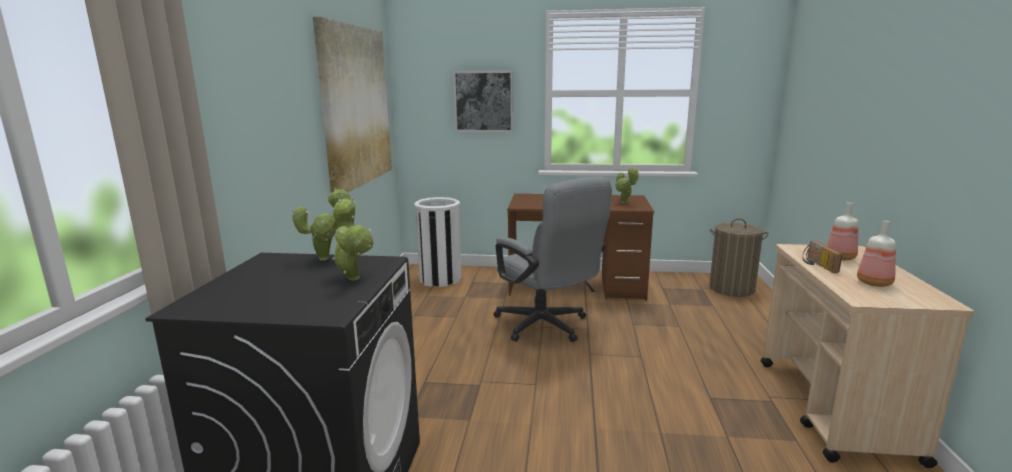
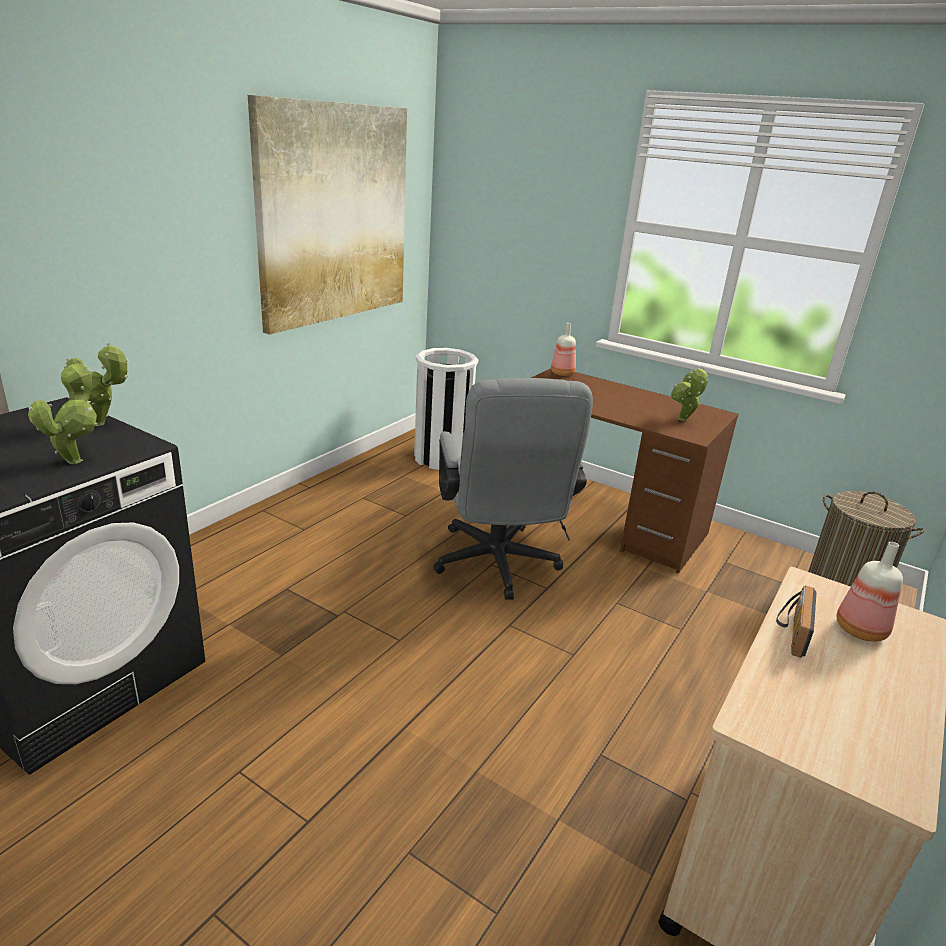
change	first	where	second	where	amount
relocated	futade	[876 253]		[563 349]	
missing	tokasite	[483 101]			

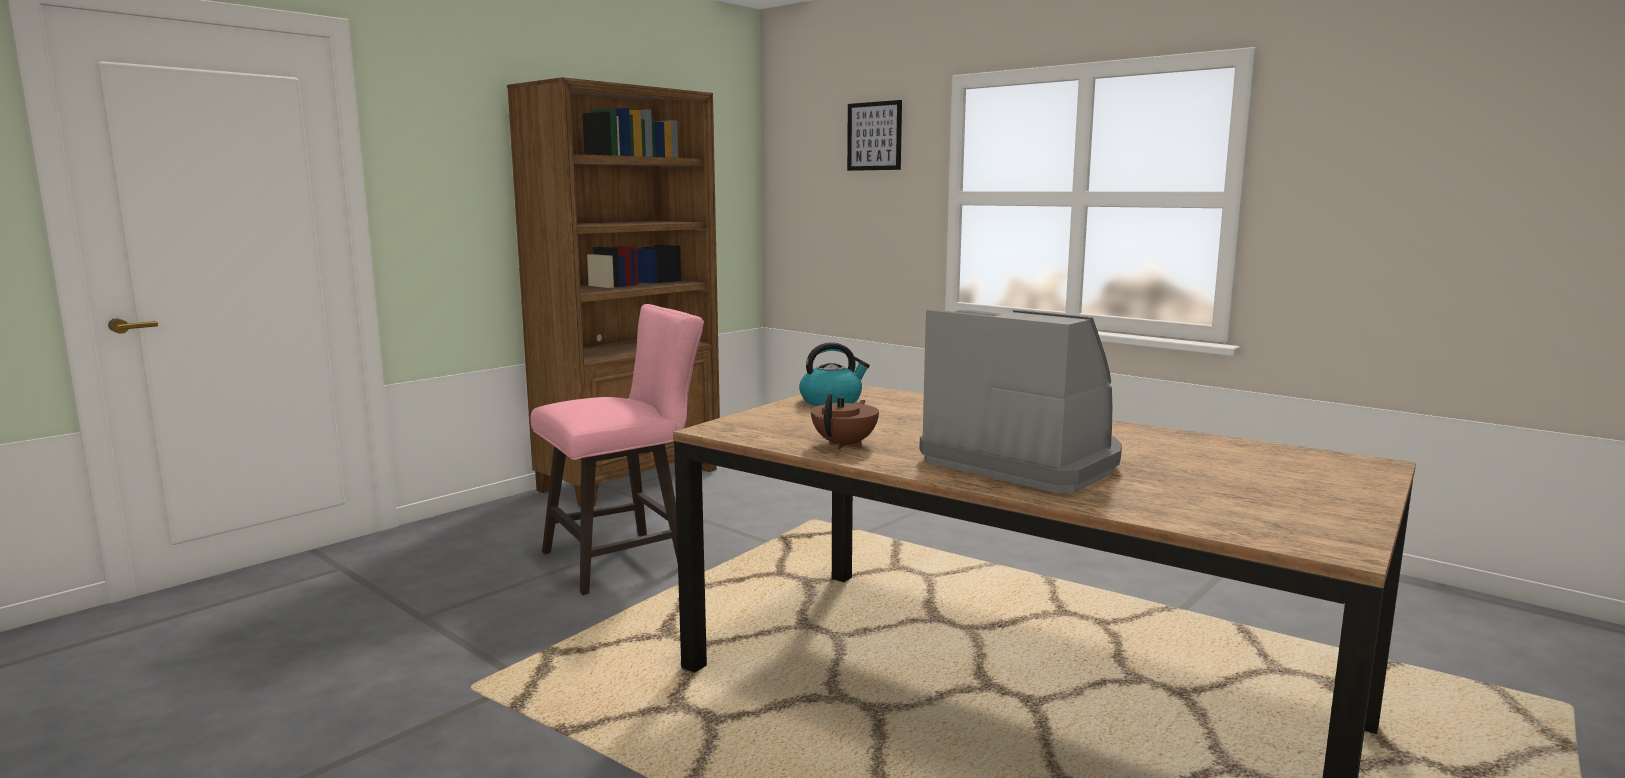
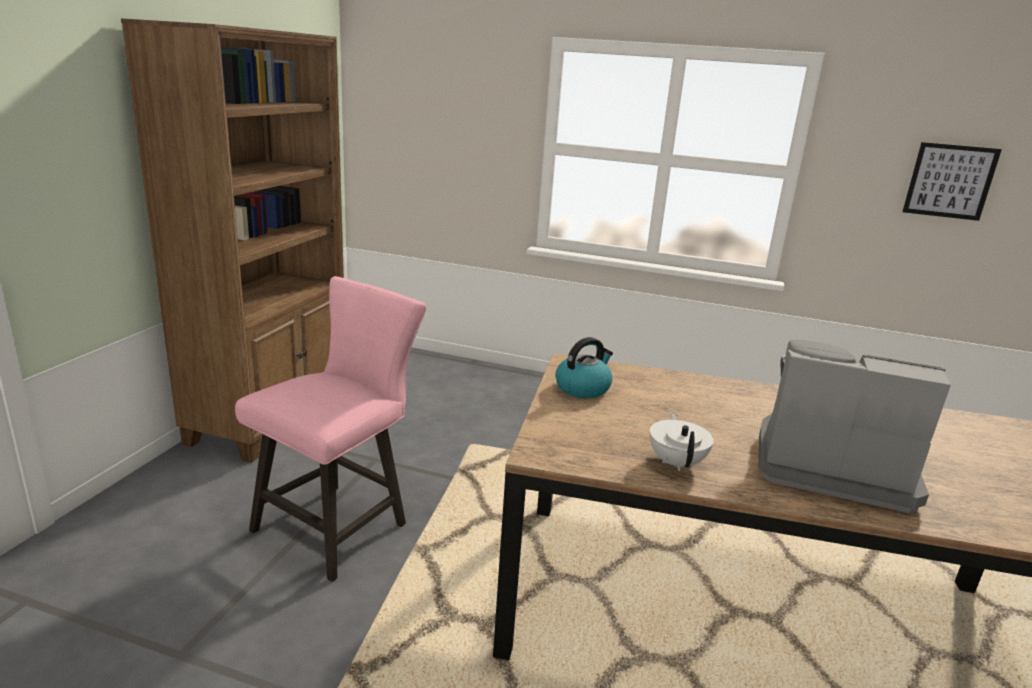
change	first	where	second	where	amount
colour	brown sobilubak	[845 421]	white sobilubak	[682 441]	
relocated	tokasite	[874 135]		[952 181]	

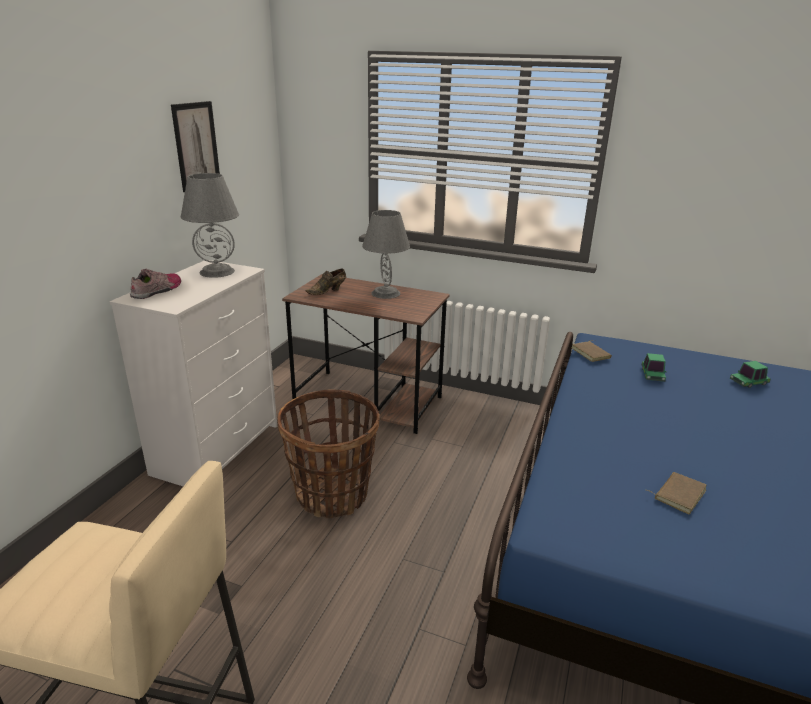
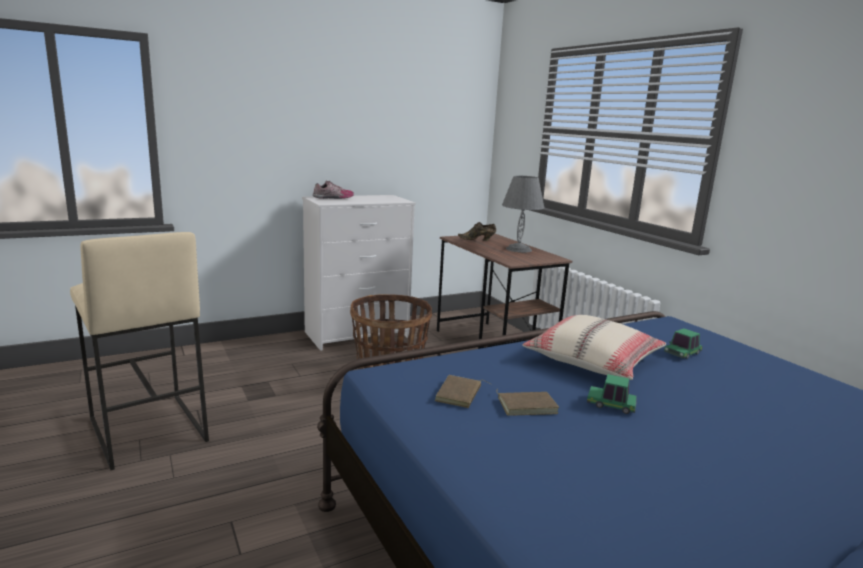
change	first	where	second	where	amount
relocated	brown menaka	[591 351]		[463 391]	
appeared			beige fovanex	[594 347]	
relocated	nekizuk	[750 374]		[612 394]	
missing	tokasite	[195 146]			
missing	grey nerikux	[210 225]			

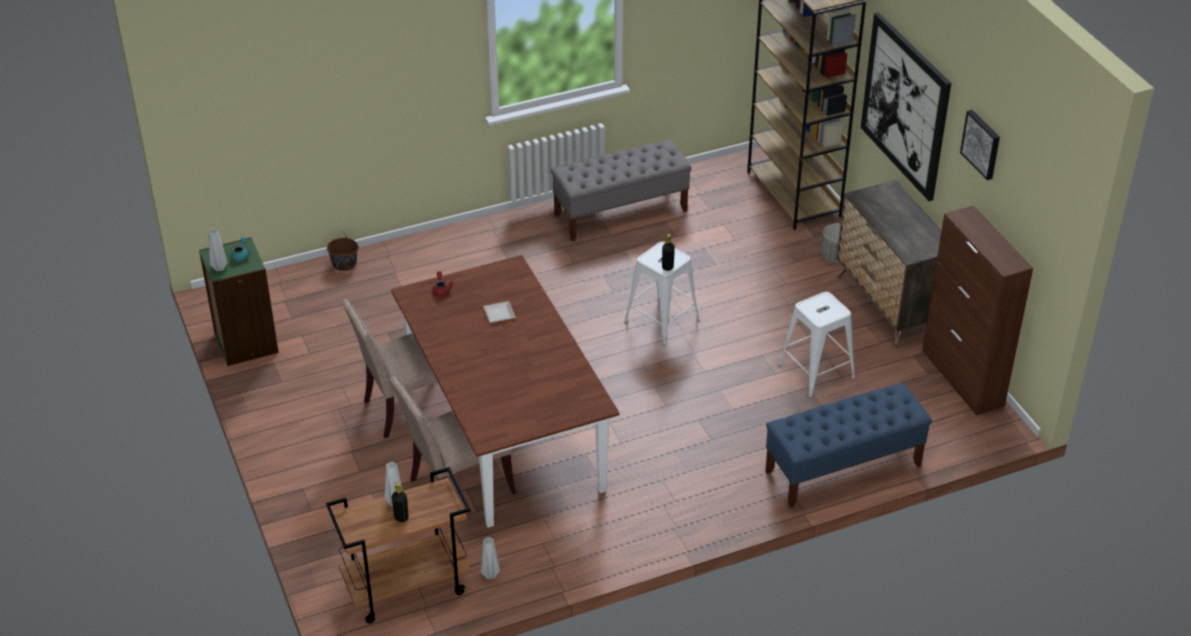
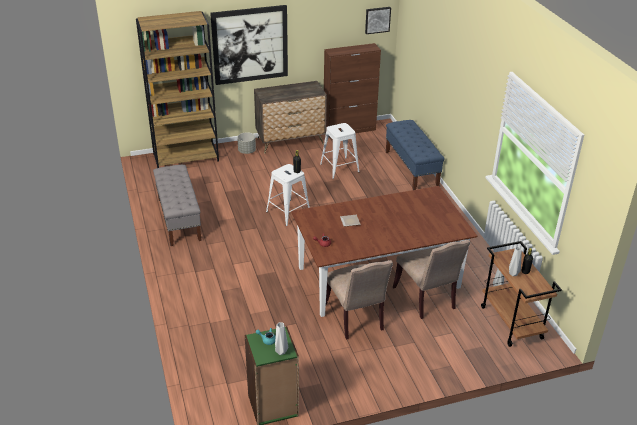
change	first	where	second	where	amount
relocated	tokasite	[980 145]		[378 20]	
missing	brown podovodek	[342 251]			

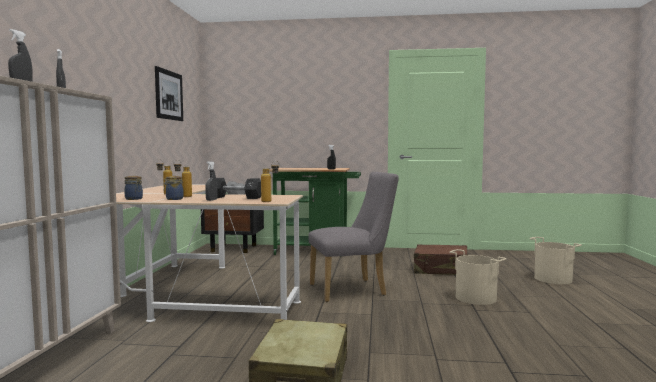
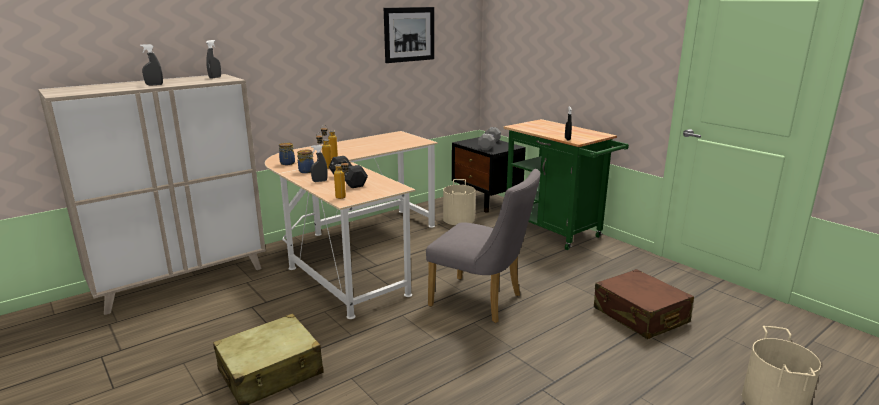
change	first	where	second	where	amount
relocated	beige podovodek	[478 277]		[459 202]	

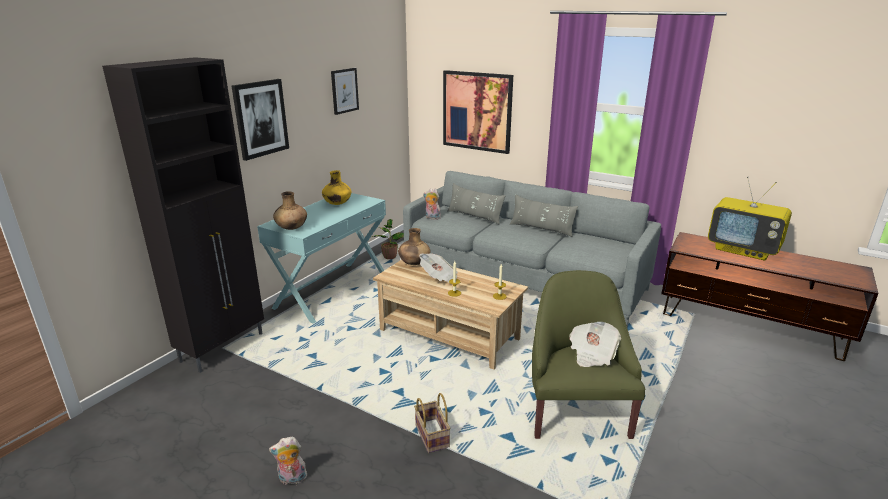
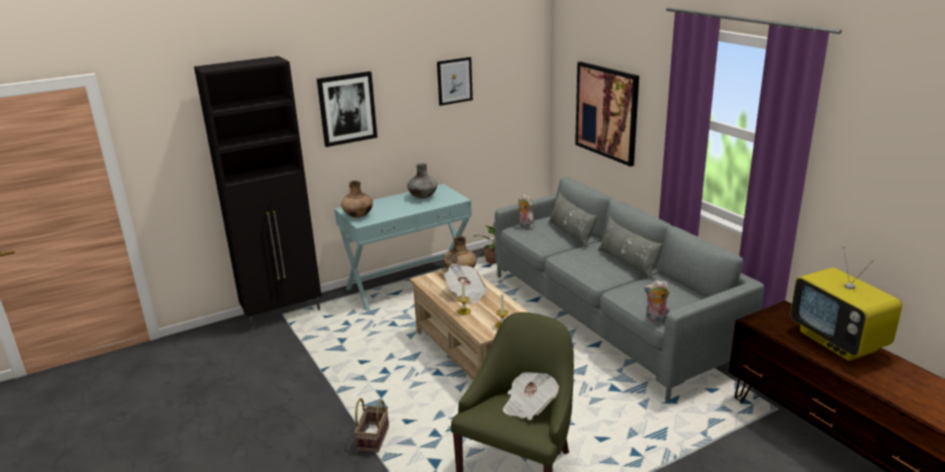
change	first	where	second	where	amount
colour	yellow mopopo	[336 187]	grey mopopo	[422 181]	
relocated	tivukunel	[288 460]		[657 302]	

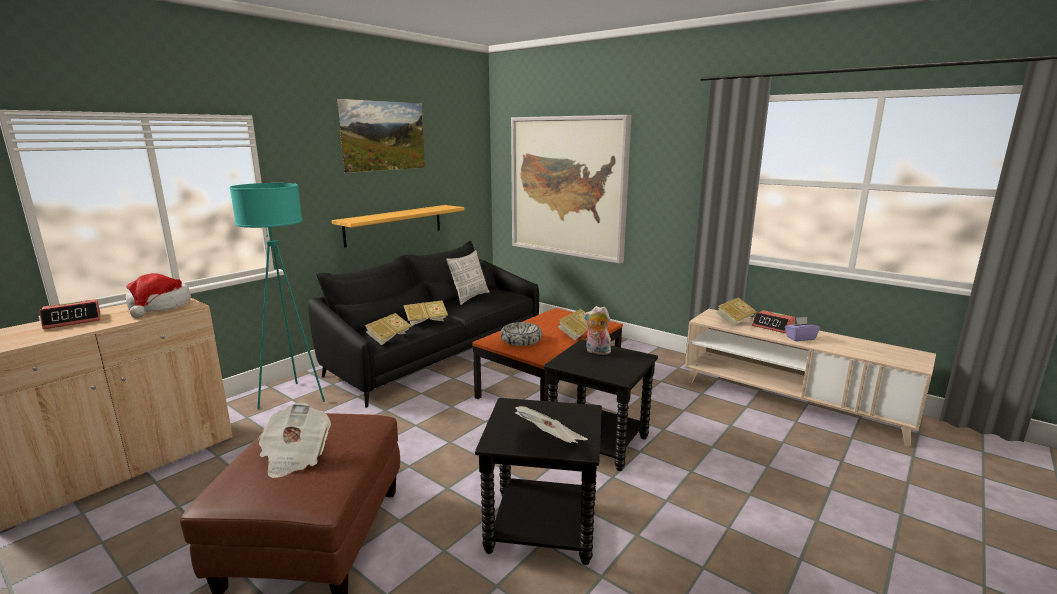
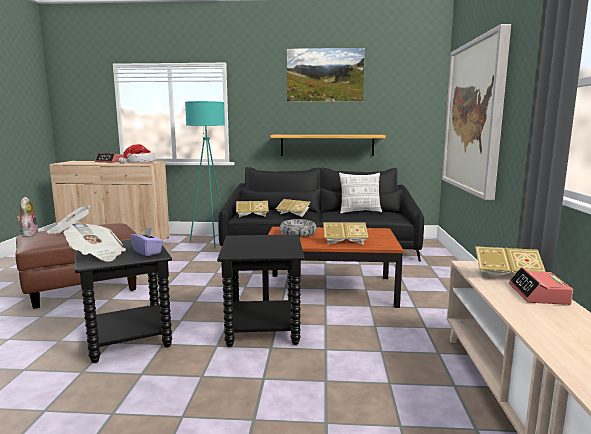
change	first	where	second	where	amount
relocated	tivukunel	[597 330]		[27 217]	
relocated	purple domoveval	[802 329]		[146 241]	

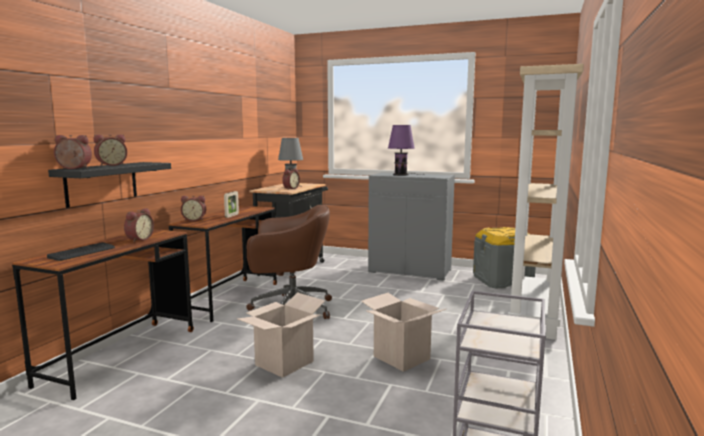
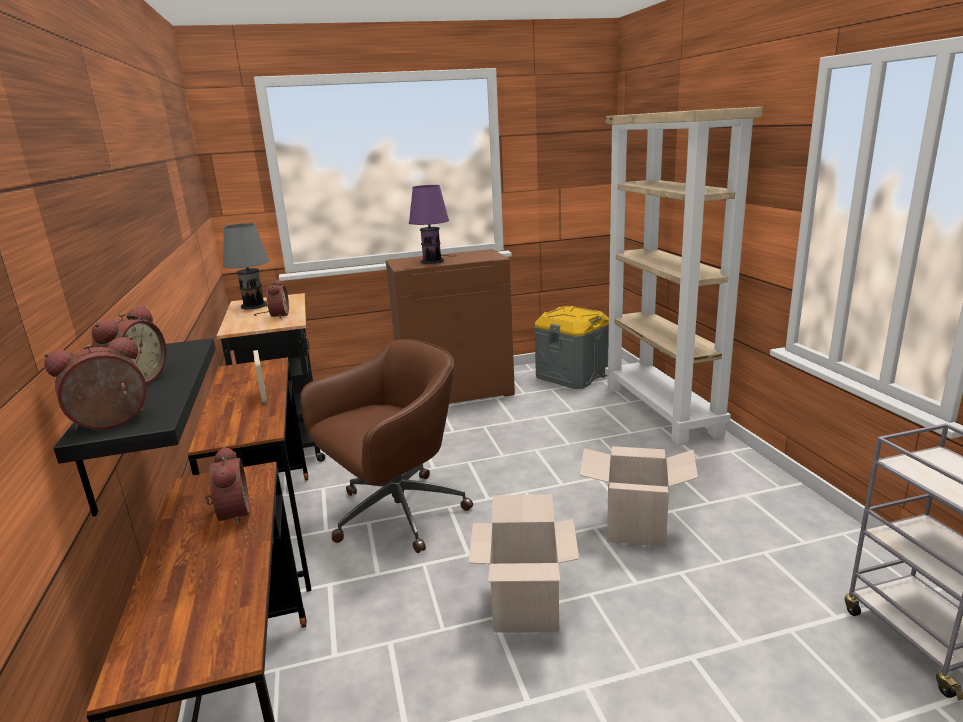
change	first	where	second	where	amount
colour	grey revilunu	[411 227]	brown revilunu	[450 326]	
missing	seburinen	[81 251]			
missing	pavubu	[193 208]			

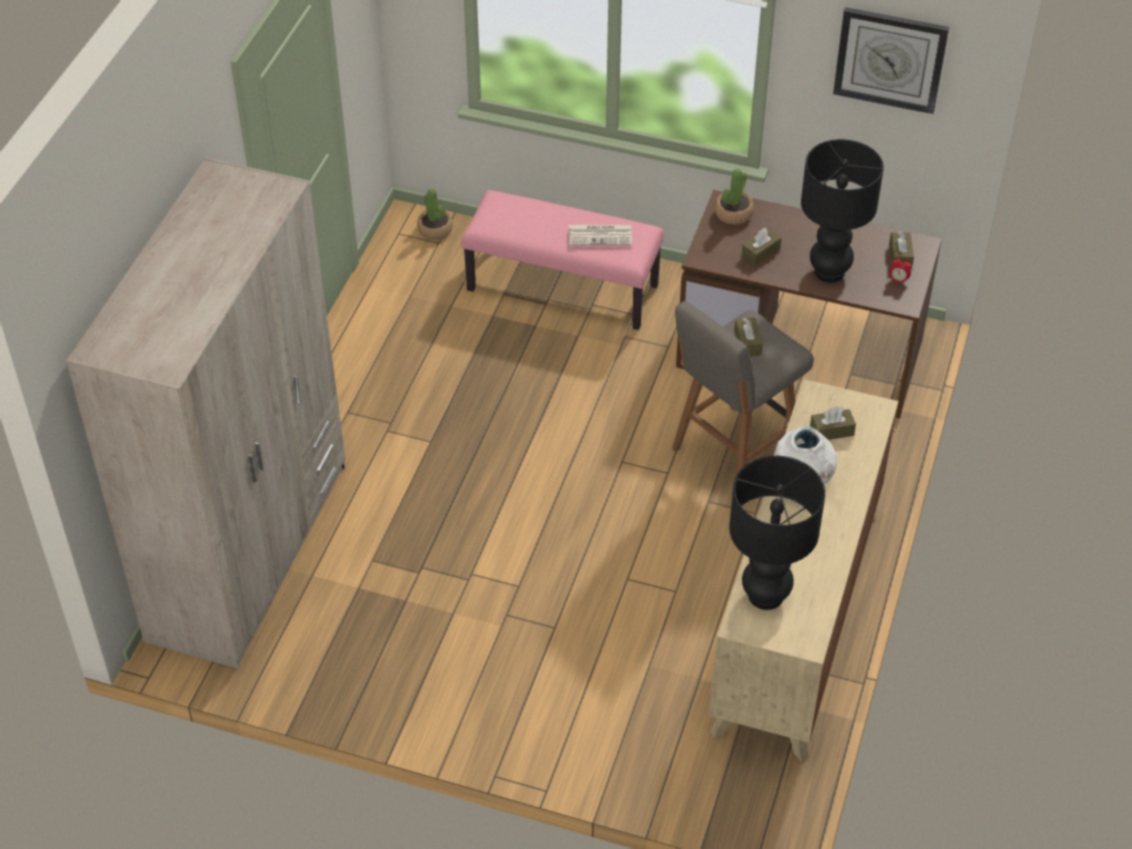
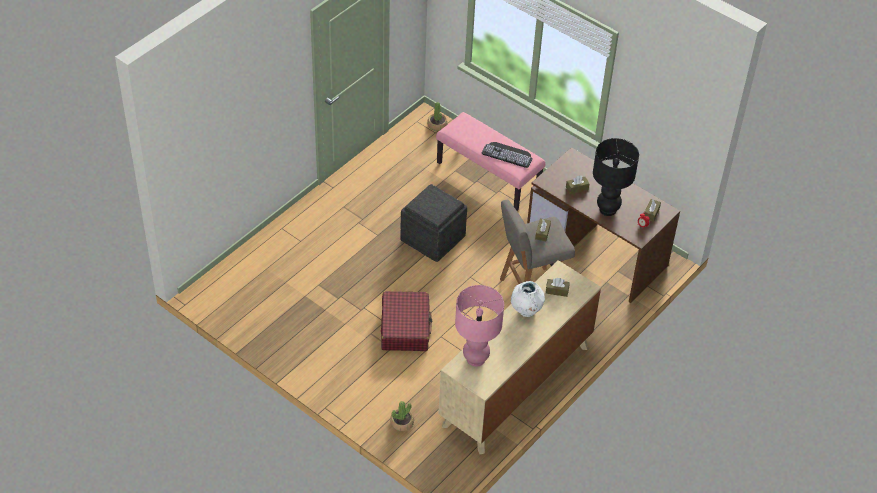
change	first	where	second	where	amount
appeared			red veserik	[406 321]	
relocated	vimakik	[734 197]		[402 416]	
appeared			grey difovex	[433 223]	
colour	black nerikux	[777 533]	pink nerikux	[479 326]	
exchanged	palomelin	[600 235]	seburinen	[507 155]	
missing	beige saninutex	[205 413]			
missing	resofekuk	[891 60]			

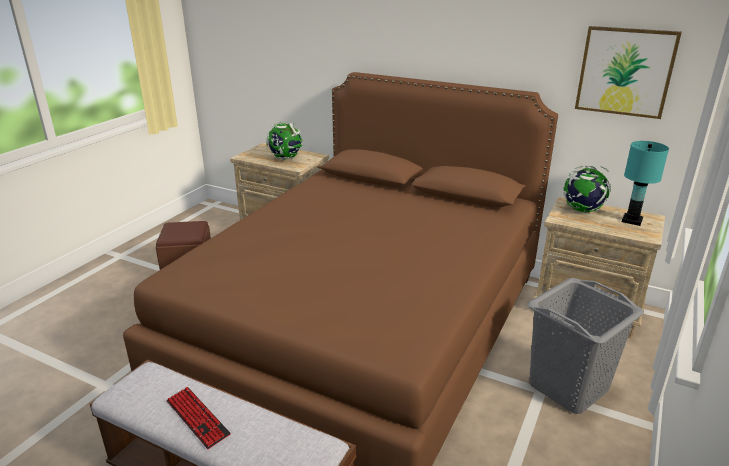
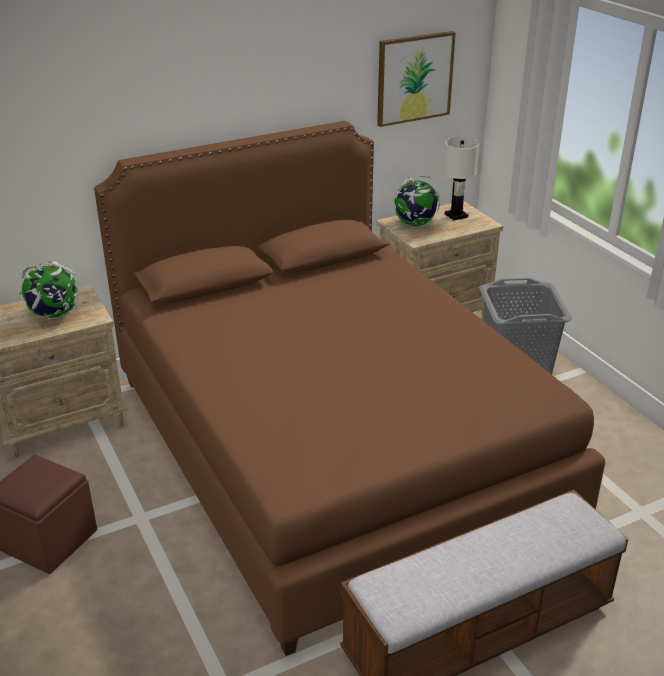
change	first	where	second	where	amount
colour	turquoise nerikux	[645 183]	white nerikux	[461 179]	
missing	seburinen	[198 418]			

